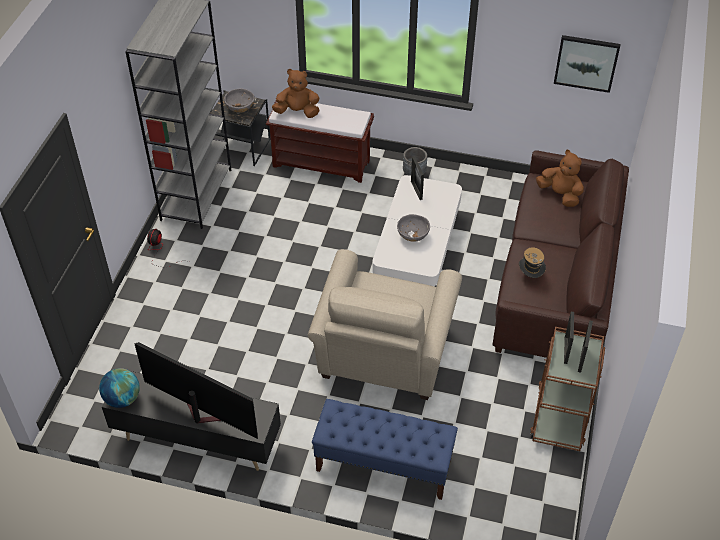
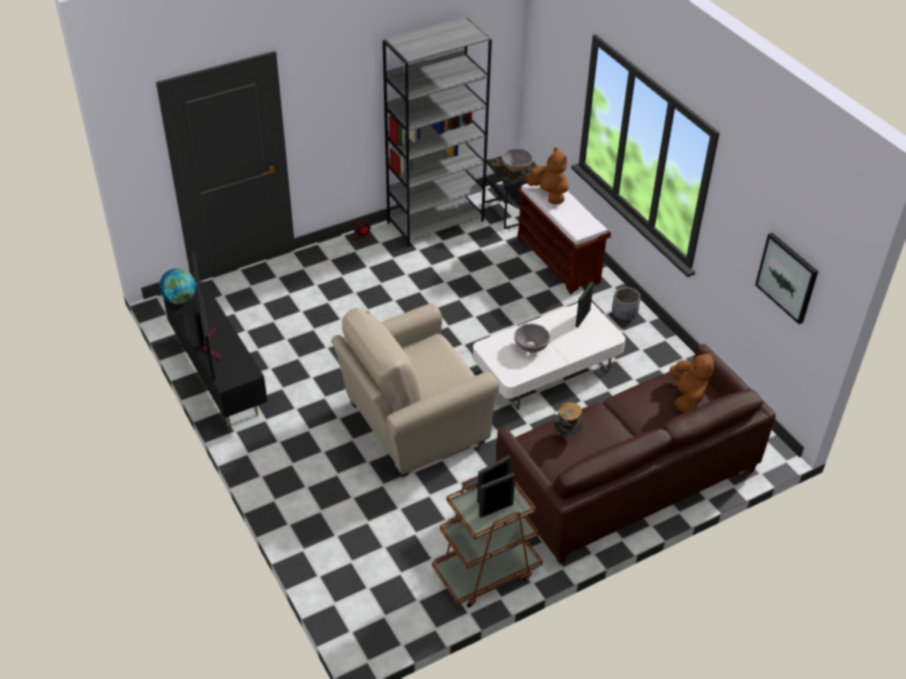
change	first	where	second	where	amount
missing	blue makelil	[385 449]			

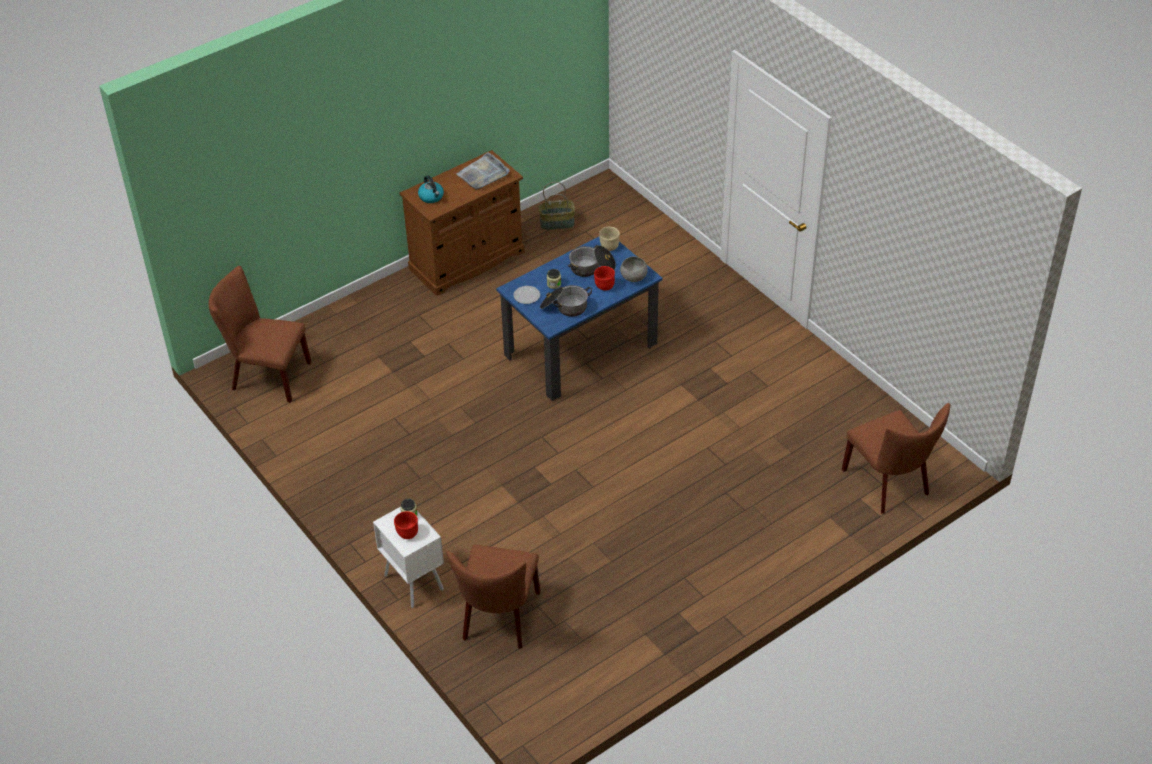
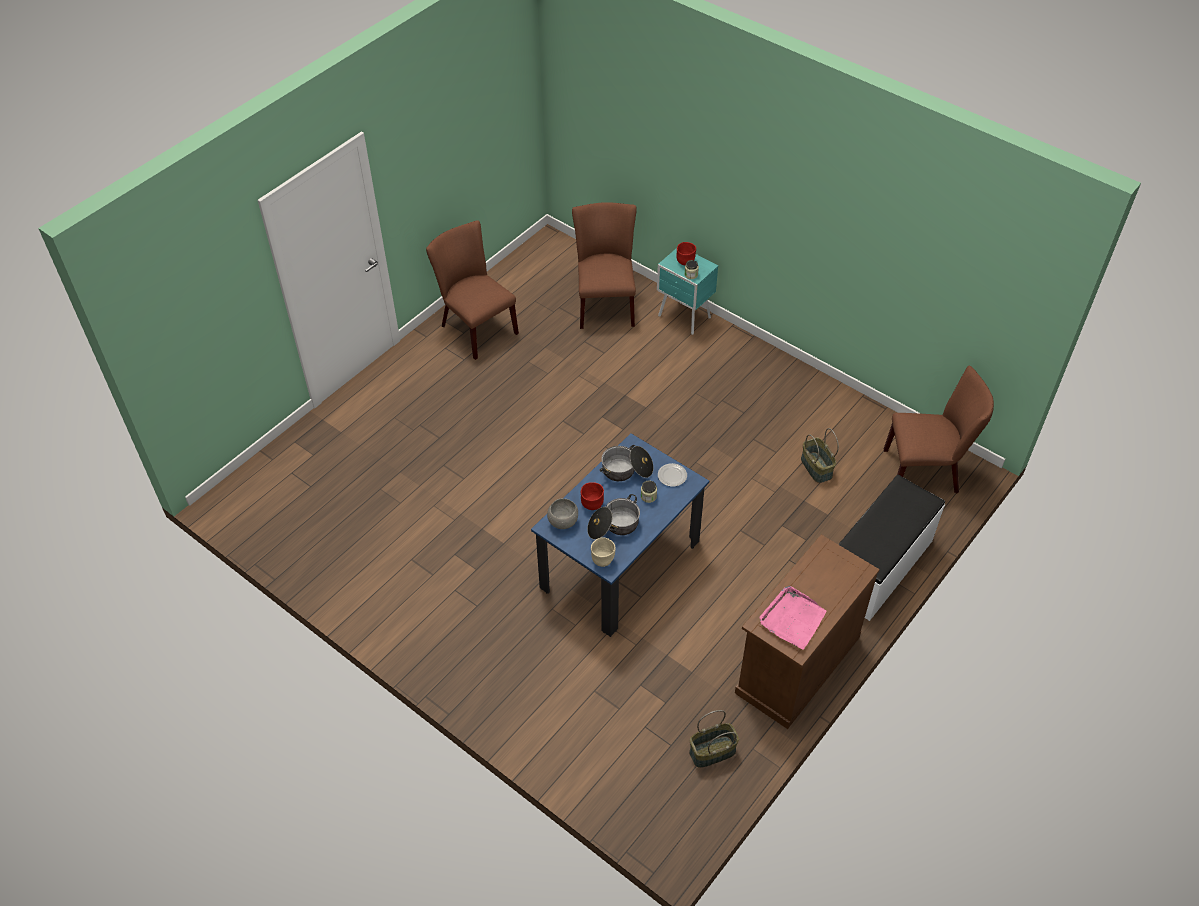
change	first	where	second	where	amount
relocated	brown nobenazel	[896 458]		[472 290]	
colour	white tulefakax	[408 557]	turquoise tulefakax	[687 291]	
colour	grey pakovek	[482 171]	pink pakovek	[793 618]	
appeared			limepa	[820 455]	
appeared			white makelil	[891 548]	
missing	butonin	[431 189]			

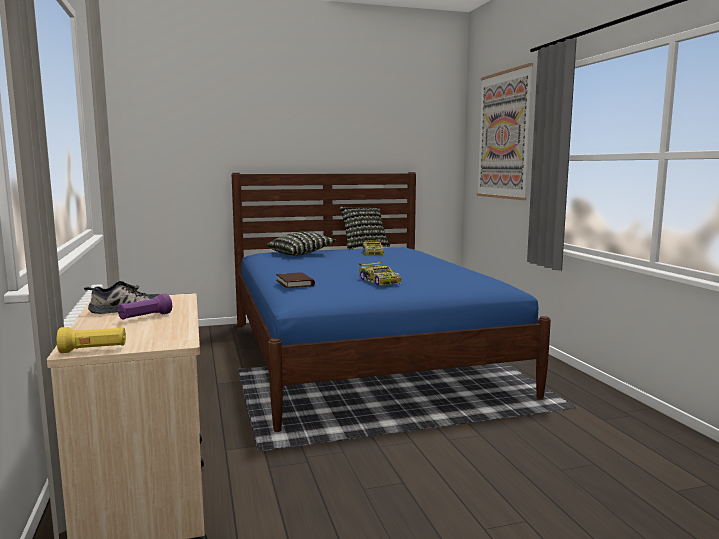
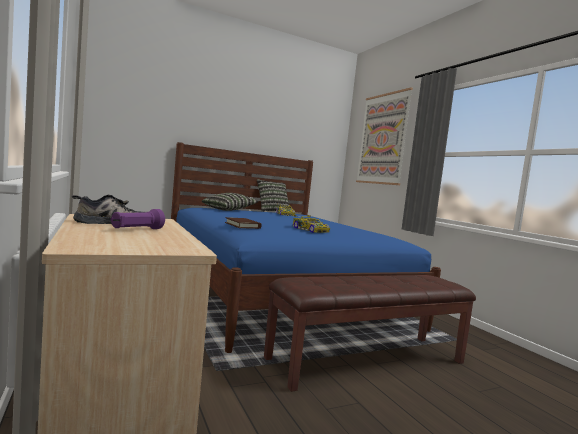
change	first	where	second	where	amount
appeared			brown makelil	[370 333]	
missing	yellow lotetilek	[91 340]			

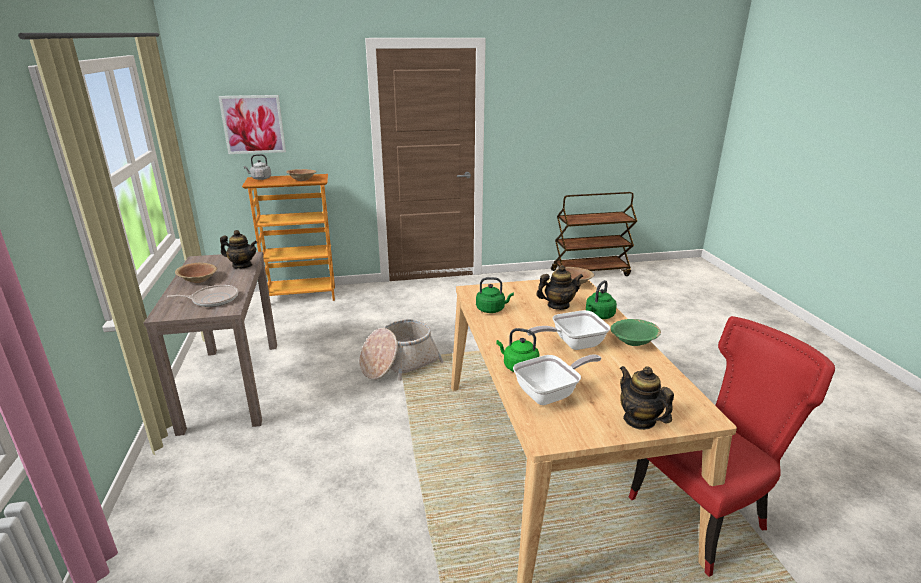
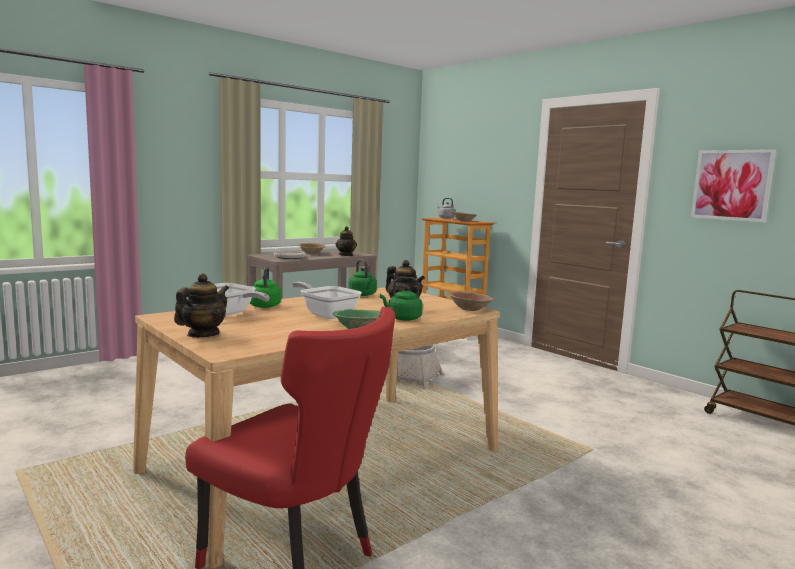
change	first	where	second	where	amount
relocated	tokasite	[252 124]		[733 185]	

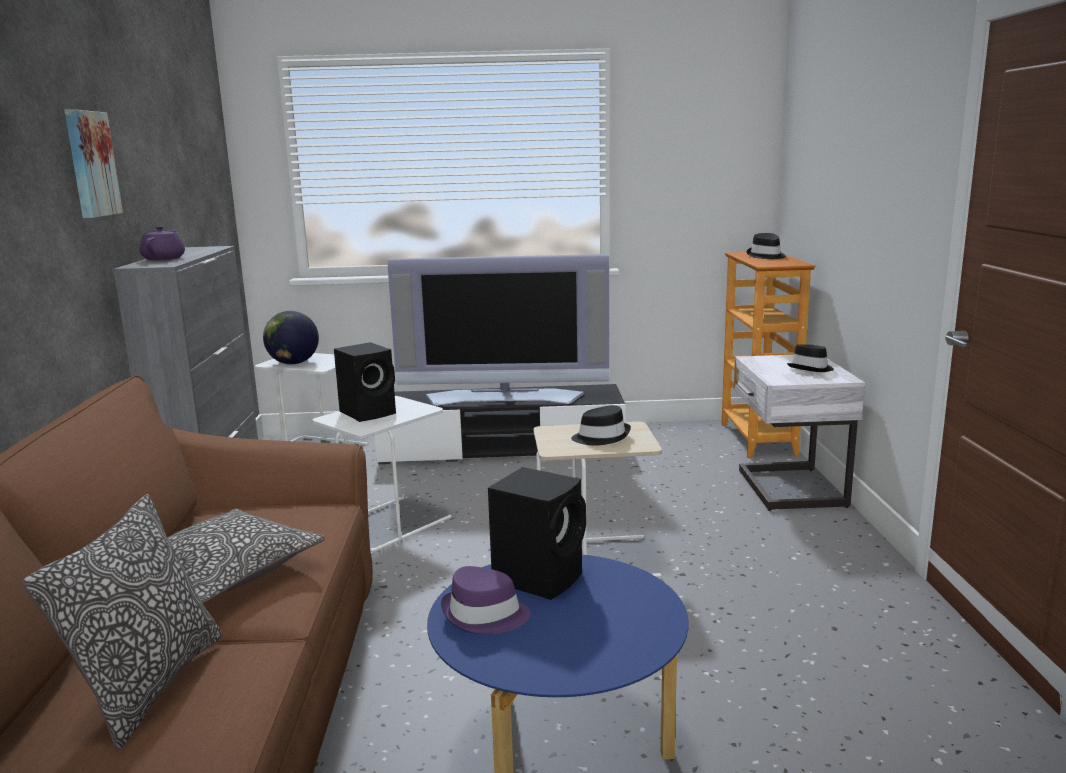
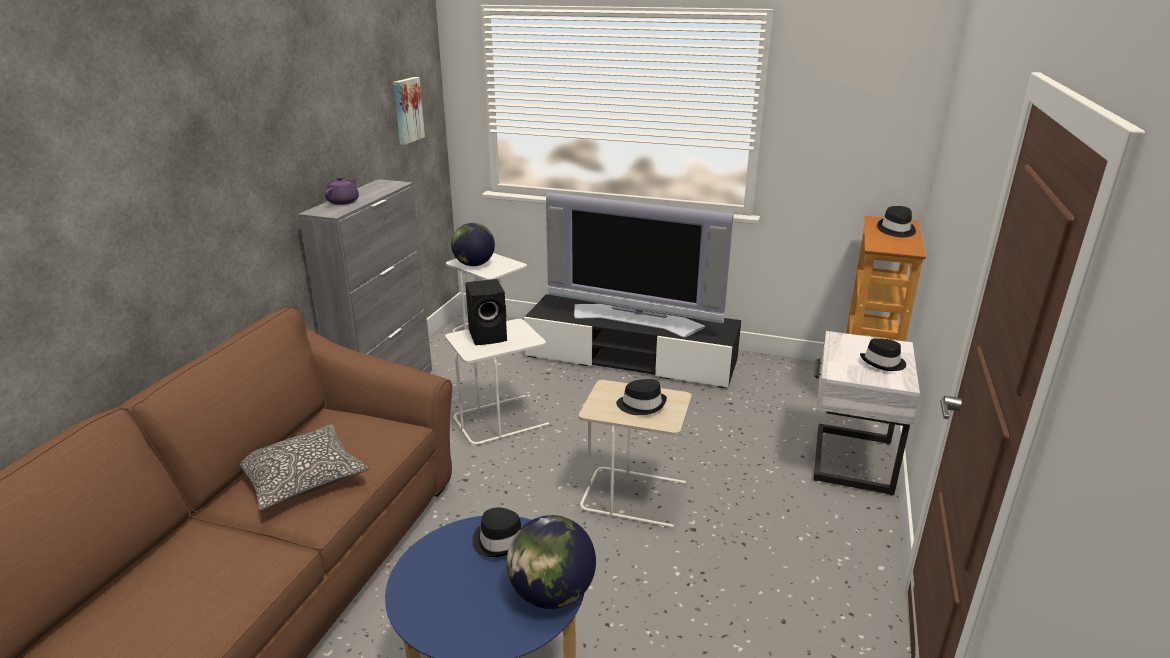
change	first	where	second	where	amount
relocated	tokasite	[93 163]		[409 111]	
exchanged	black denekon	[537 533]	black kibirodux	[497 532]	
appeared			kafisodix	[551 562]	
missing	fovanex	[122 622]			
missing	purple kibirodux	[486 600]			

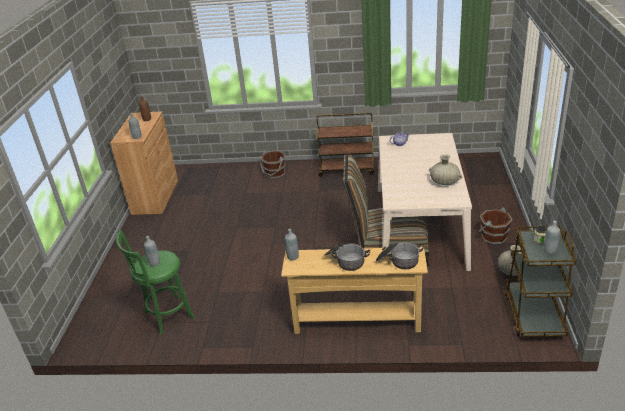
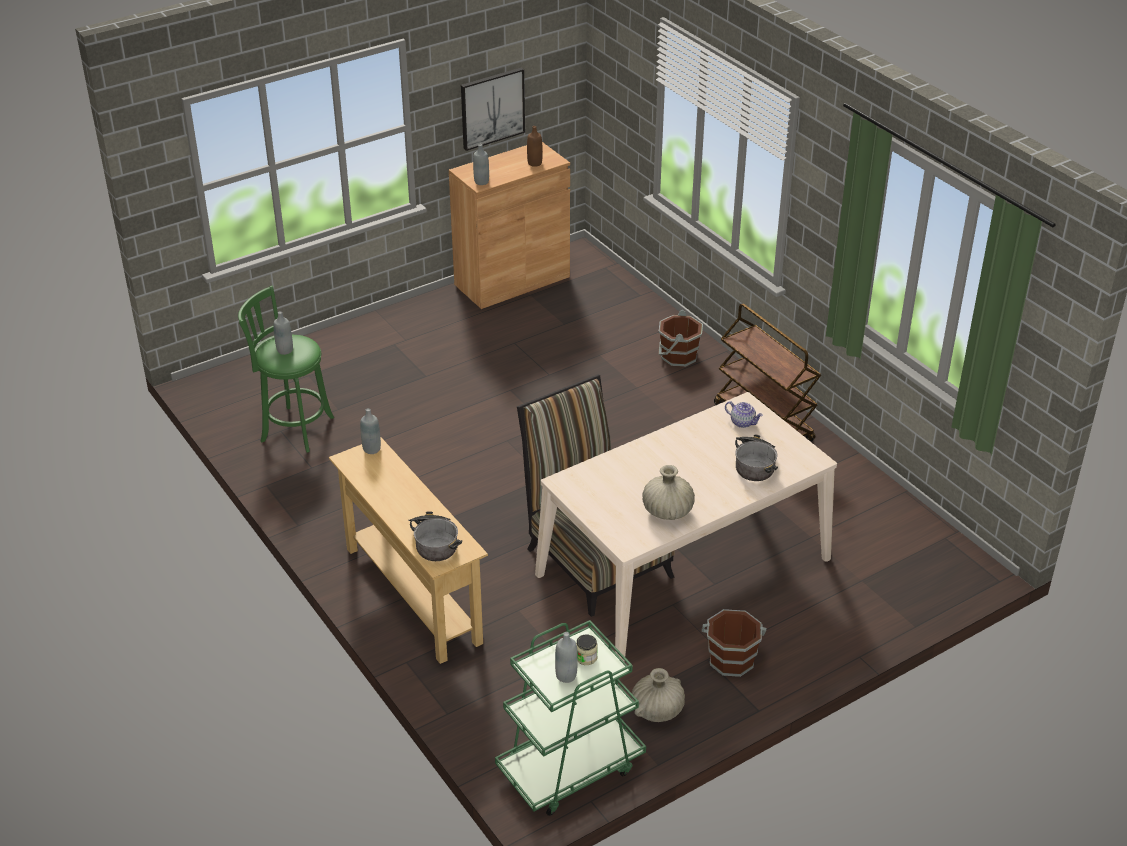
change	first	where	second	where	amount
appeared			tokasite	[493 109]	
colour	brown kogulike	[541 281]	green kogulike	[570 718]	
relocated	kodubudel	[347 257]		[756 457]	

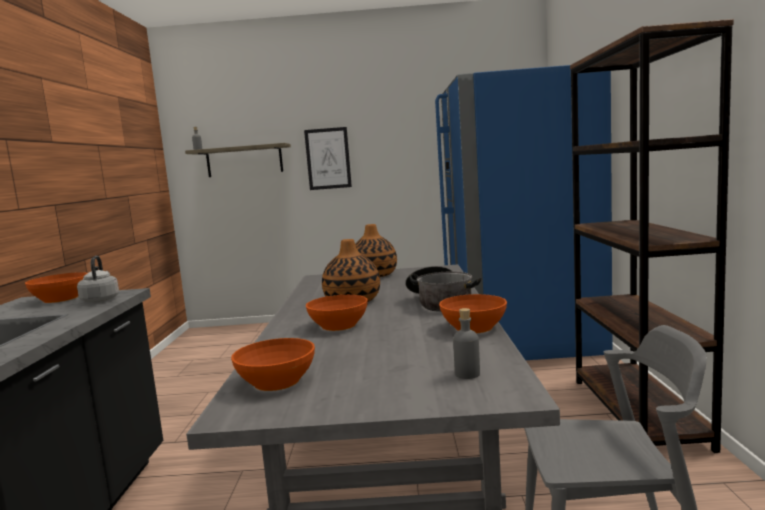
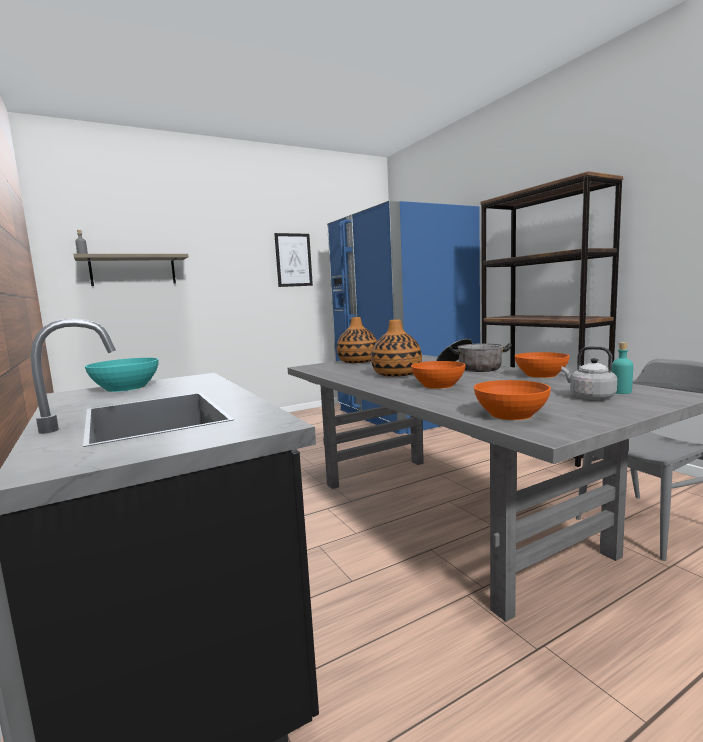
change	first	where	second	where	amount
colour	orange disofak	[56 287]	turquoise disofak	[122 375]	
relocated	tokasite	[328 158]		[293 260]	
relocated	grey butonin	[98 279]		[589 373]	
colour	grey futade	[466 343]	turquoise futade	[622 368]	

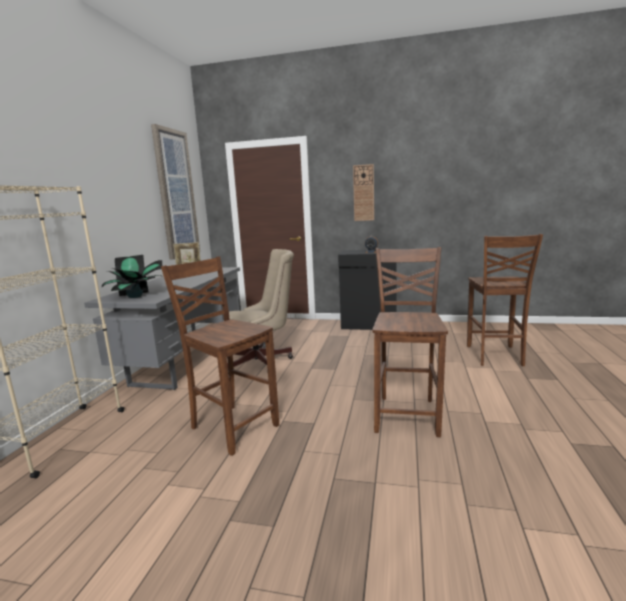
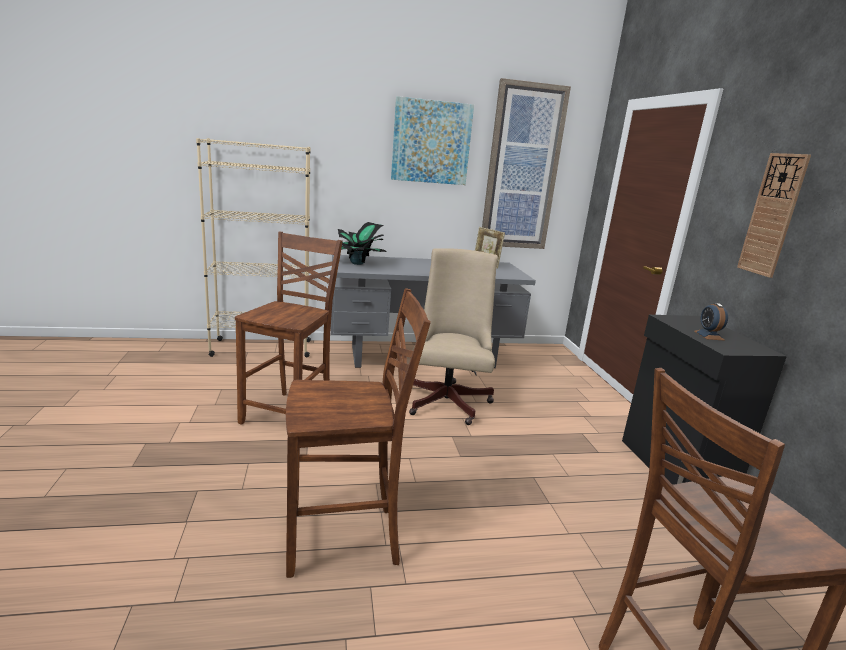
change	first	where	second	where	amount
appeared			tokasite	[432 140]	
spun	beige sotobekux	[260 311]		[453 336]	135 degrees counterclockwise

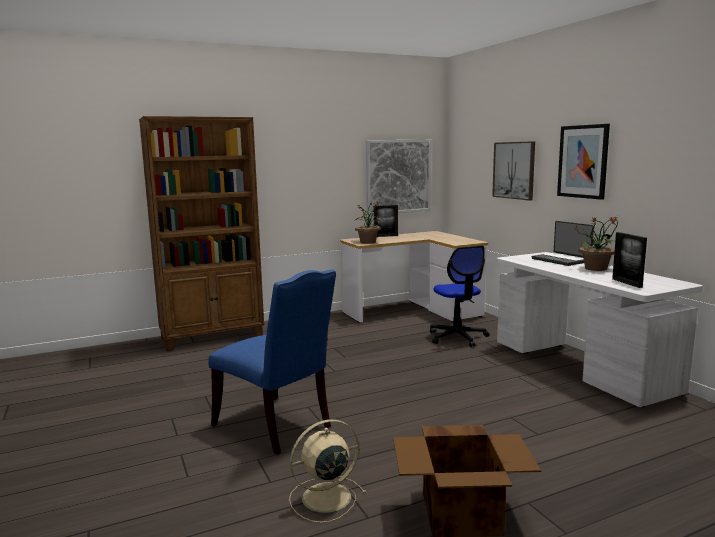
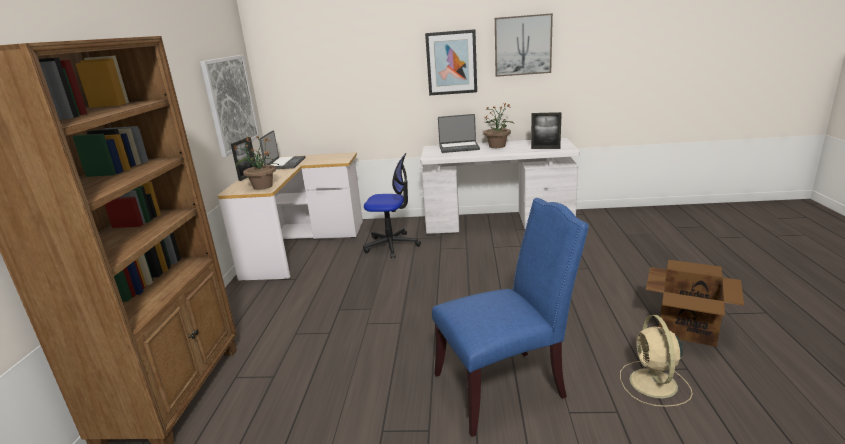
change	first	where	second	where	amount
appeared			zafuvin	[282 149]	
relocated	tokasite	[513 170]		[524 45]	

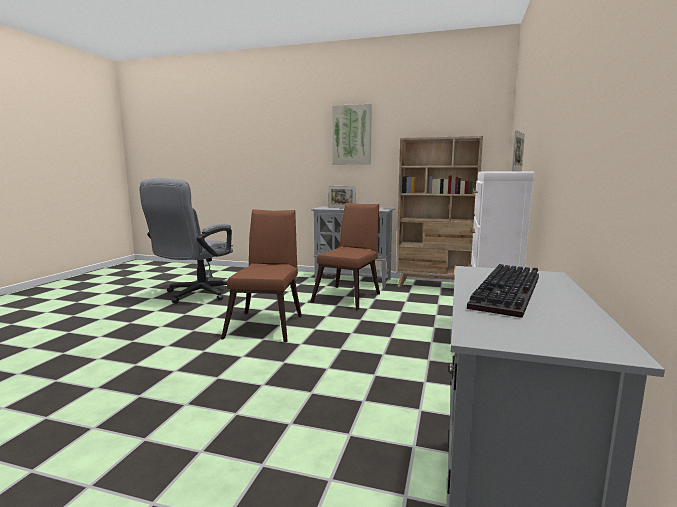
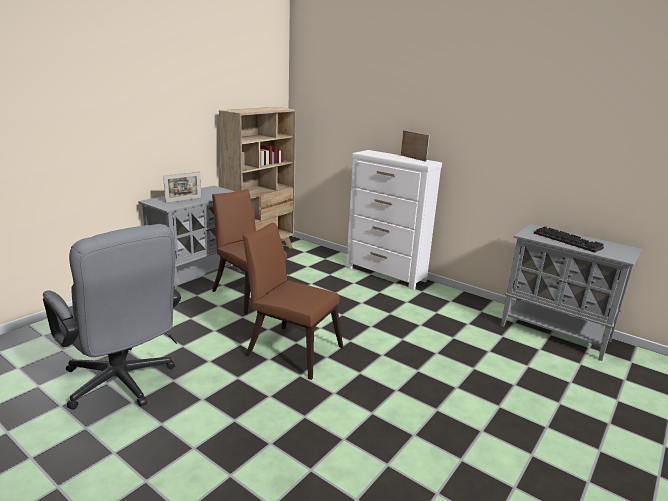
change	first	where	second	where	amount
missing	tokasite	[352 134]			

